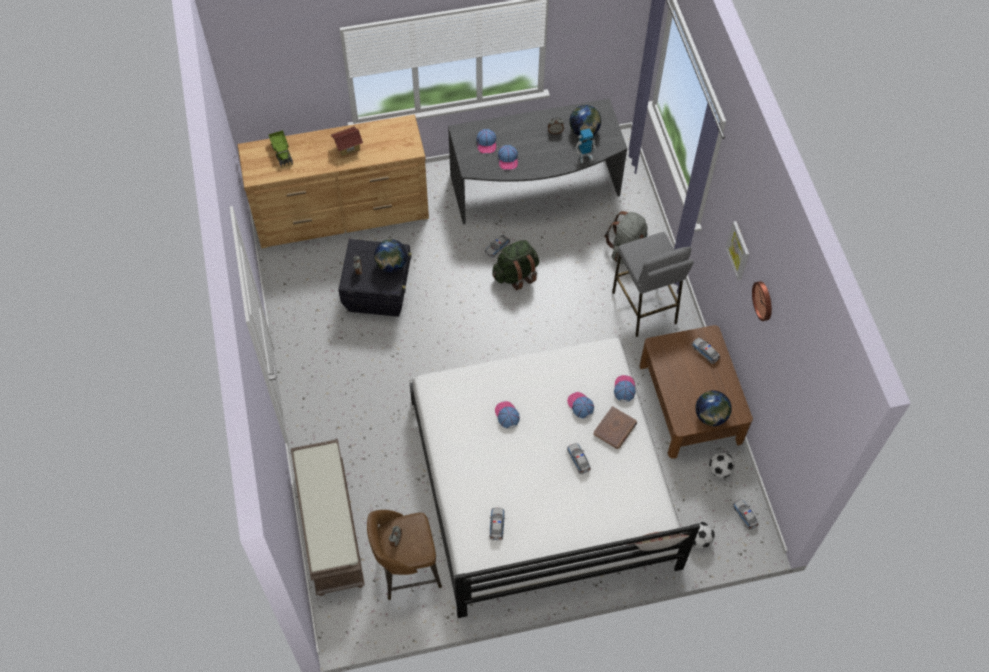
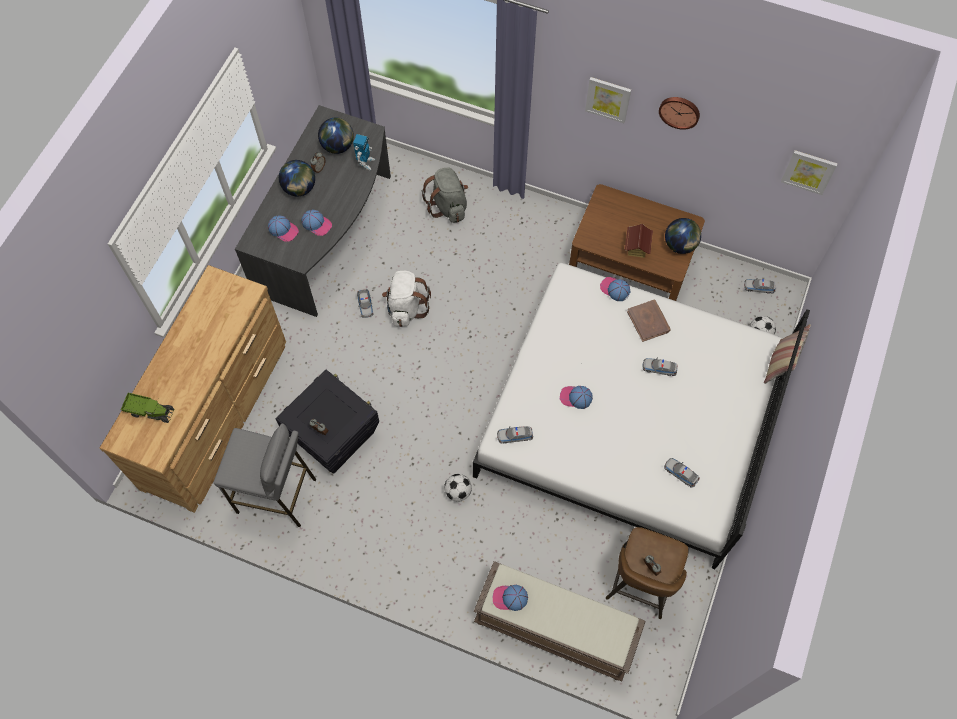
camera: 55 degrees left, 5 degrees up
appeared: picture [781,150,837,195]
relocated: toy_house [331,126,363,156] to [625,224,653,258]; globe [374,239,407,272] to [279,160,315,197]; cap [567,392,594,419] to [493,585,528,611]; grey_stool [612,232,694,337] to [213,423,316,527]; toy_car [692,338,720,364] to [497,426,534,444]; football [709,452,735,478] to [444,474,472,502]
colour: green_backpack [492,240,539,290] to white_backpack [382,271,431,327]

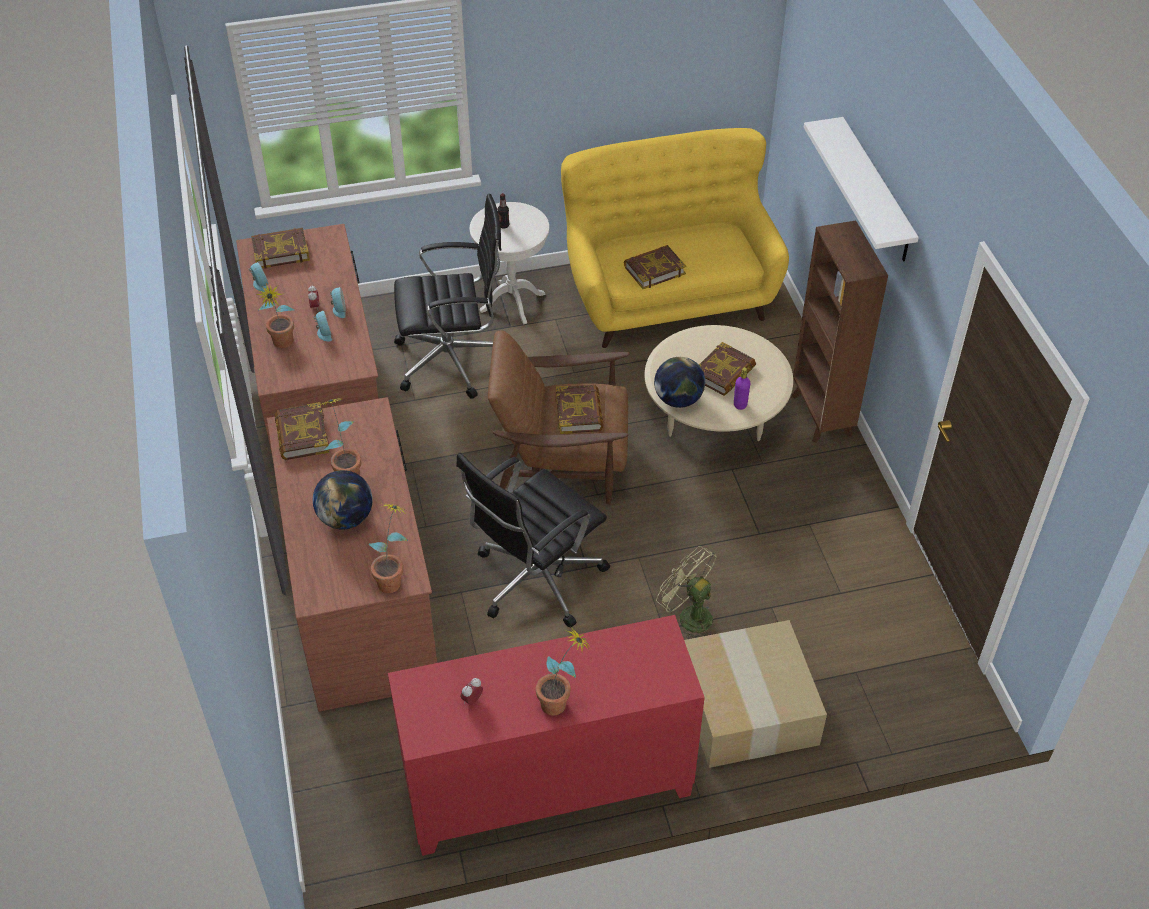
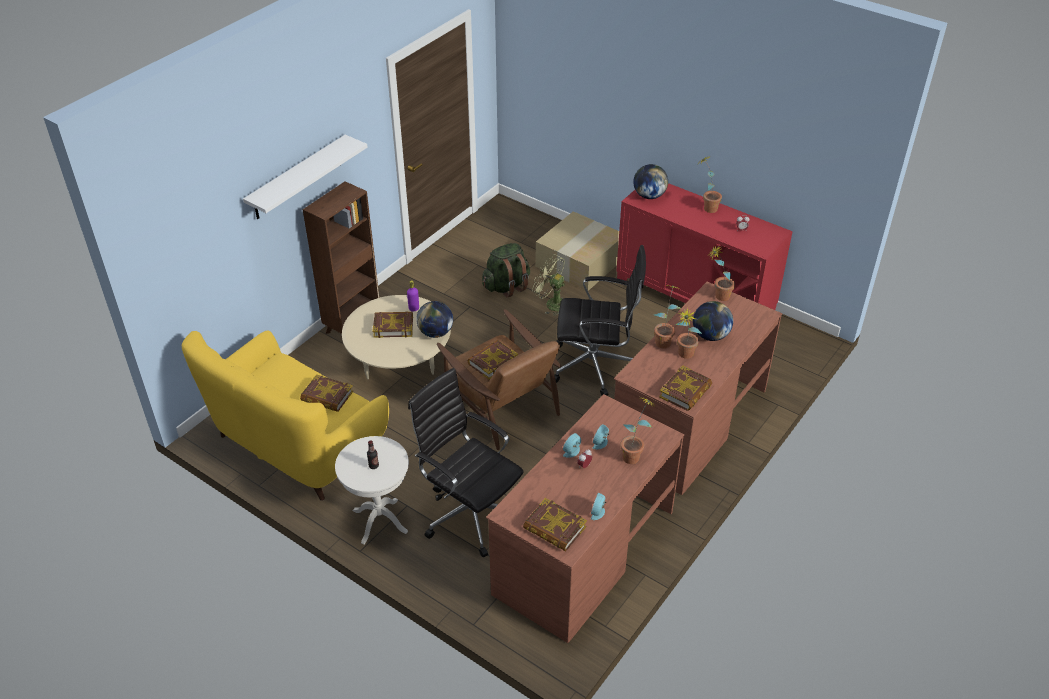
camera: 130 degrees left, 5 degrees down
appeared: green_backpack [482,243,530,298]; globe [633,164,668,199]; potted_plant [654,285,682,349]
spun: green_fan [656,546,717,639] = [532,254,565,316] 120 degrees clockwise

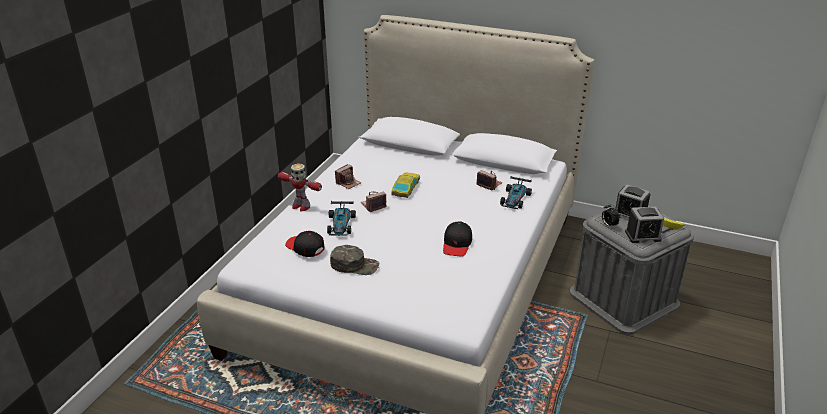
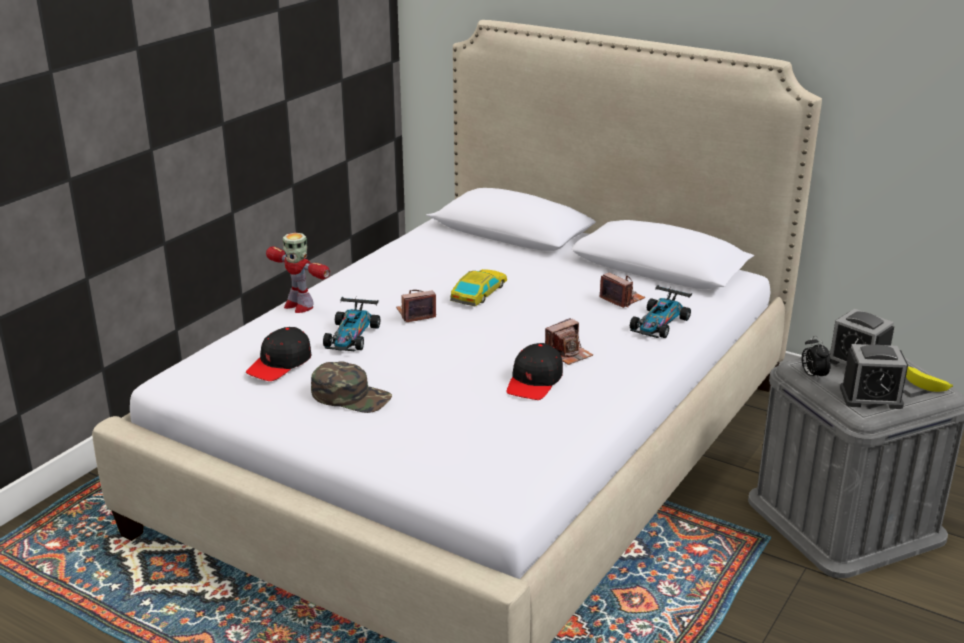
camera: 10 degrees right, 5 degrees down
relocated: photo_camera [335,164,361,189] to [545,318,593,365]
spun: black_cap [285,231,325,257] = [246,327,312,381] 105 degrees counterclockwise

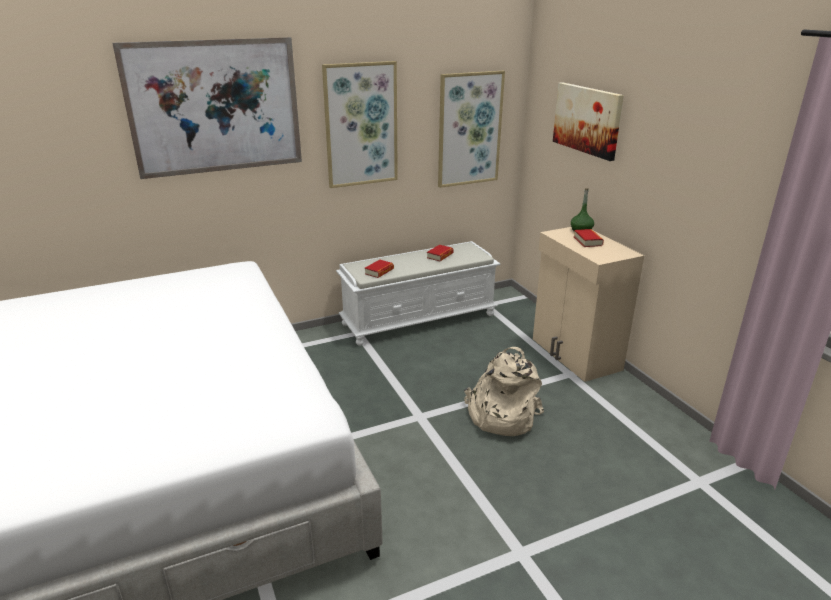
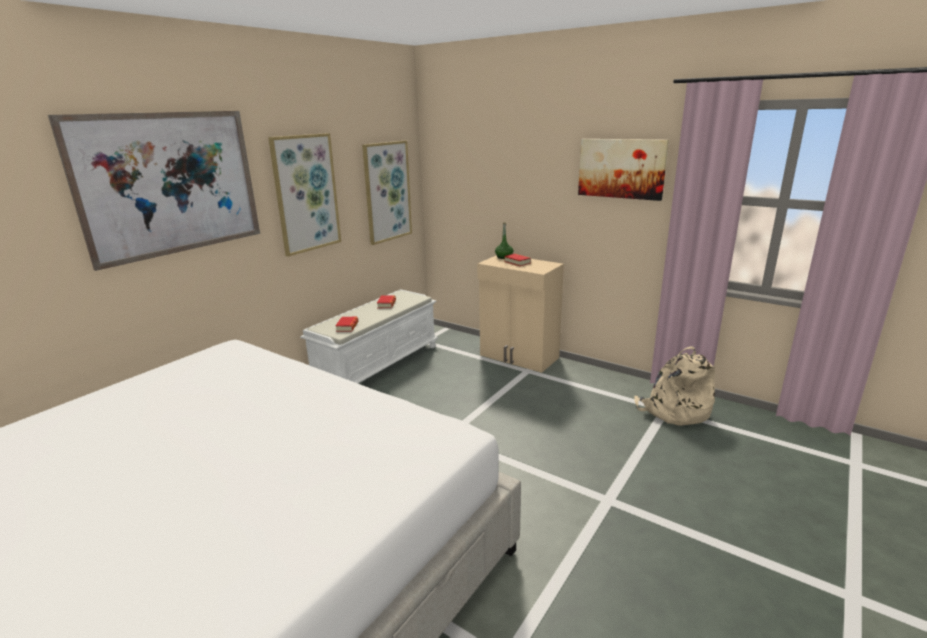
camera: 30 degrees left, 5 degrees down
relocated: beige_backpack [464,347,544,436] to [634,346,715,426]; picture [553,82,624,161] to [578,139,669,201]

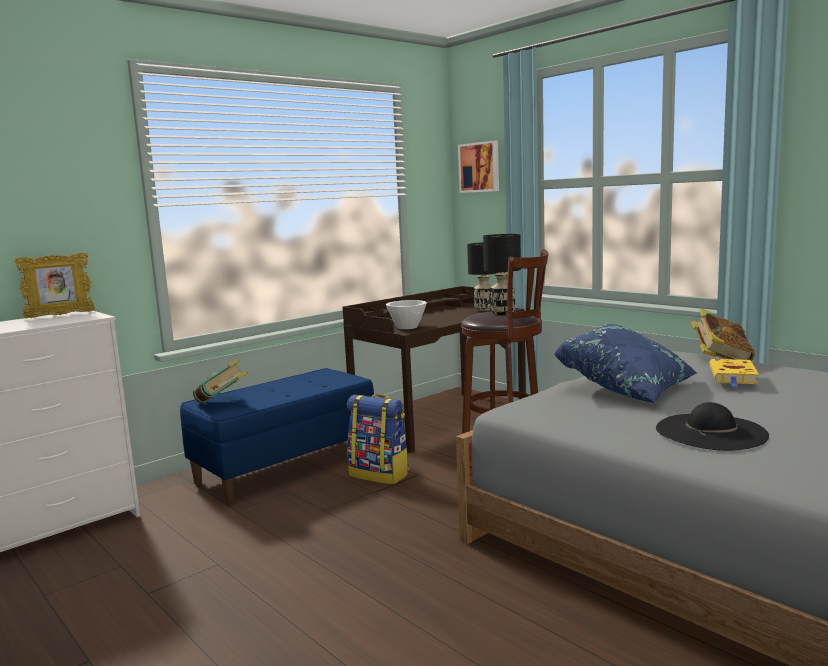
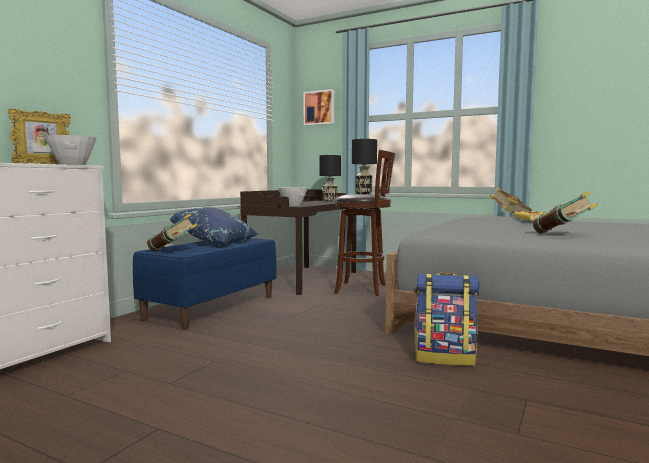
camera: 20 degrees left, 5 degrees down
appeared: white_bowl [45,135,97,165]
relocated: backpack [347,394,409,485] to [414,273,480,366]; blue_pillow [554,324,697,403] to [169,207,259,245]
exchanged: black_hat [656,402,769,451] to book [532,191,598,233]

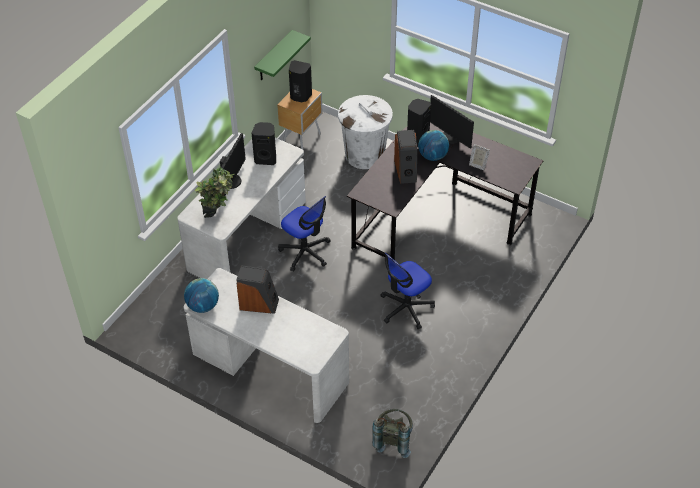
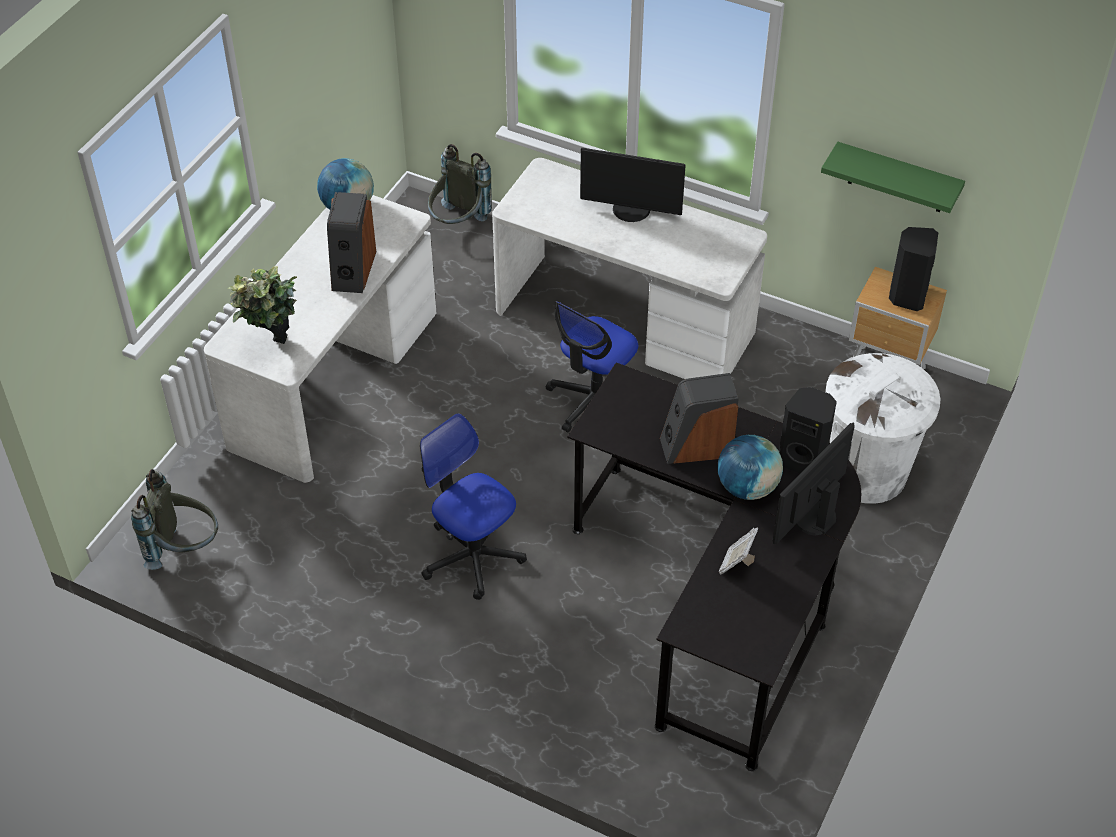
camera: 85 degrees right, 0 degrees up
missing: black_speaker [252,122,276,165]
appeared: grey_backpack [428,144,492,224]
relocated: potted_plant [195,167,234,218] to [227,266,297,344]

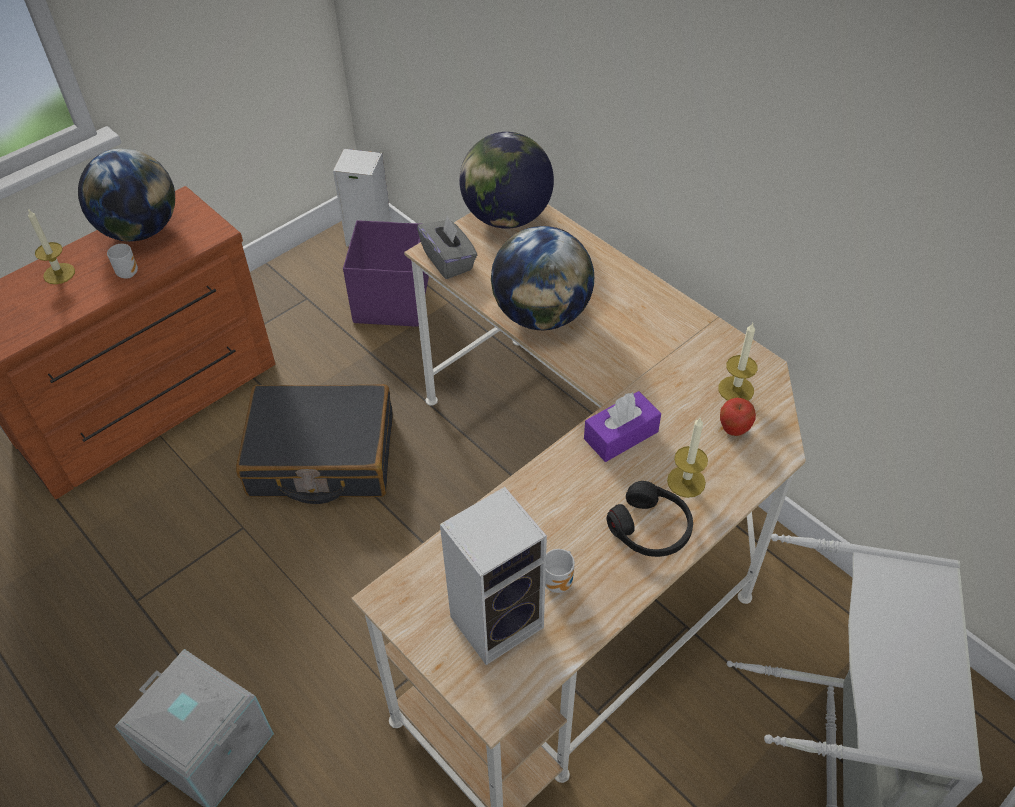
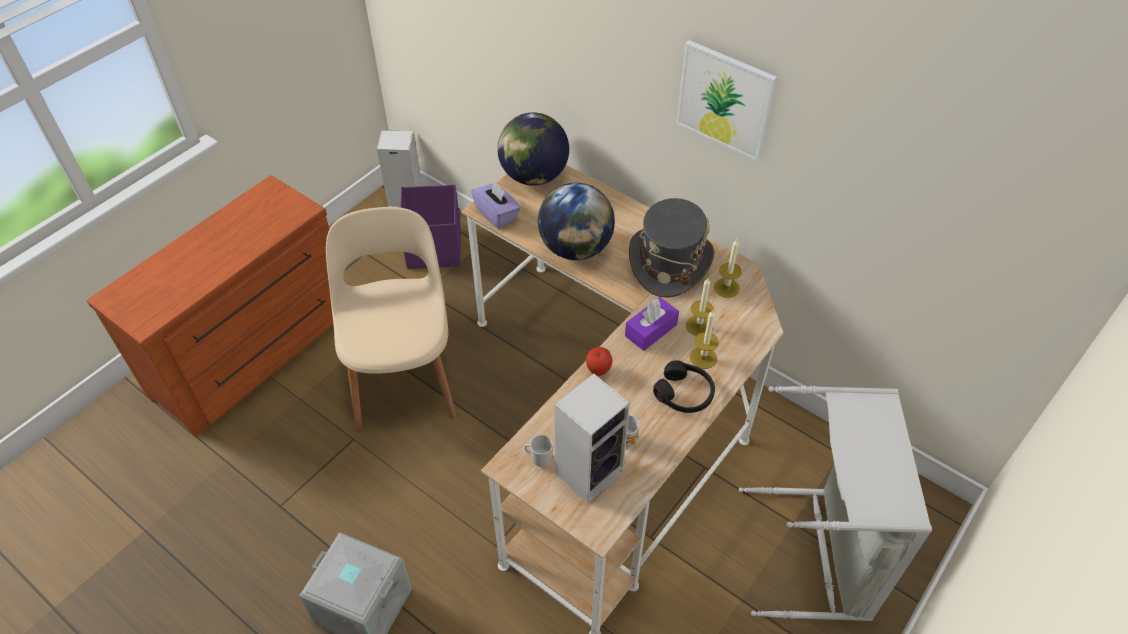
camera: 10 degrees left, 0 degrees up
missing: globe [78,148,175,241]
appeared: grey_hat [629,198,714,298]; picture [676,40,777,161]
relocated: candle [28,209,75,284] to [686,278,714,336]; mug [107,244,138,279] to [524,435,553,467]; apple [720,398,756,436] to [586,347,612,376]
exchanged: black_suitcase [236,384,393,504] to beige_chair [326,207,457,431]
colour: grey_tissue_box [417,216,477,279] to purple_tissue_box [471,181,521,229]

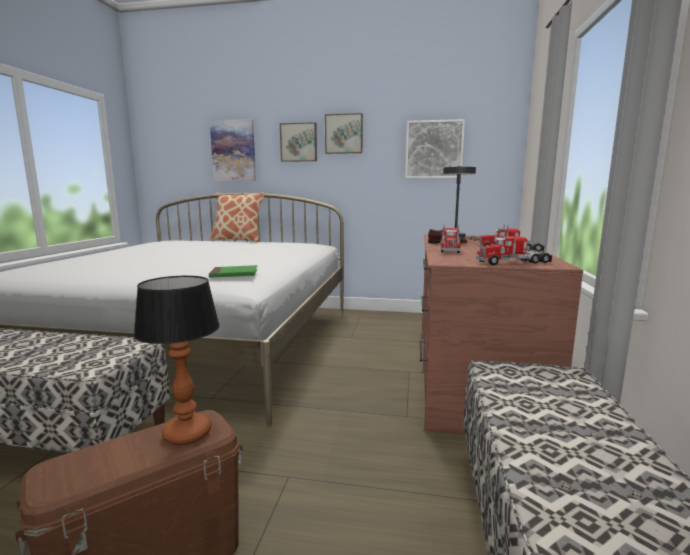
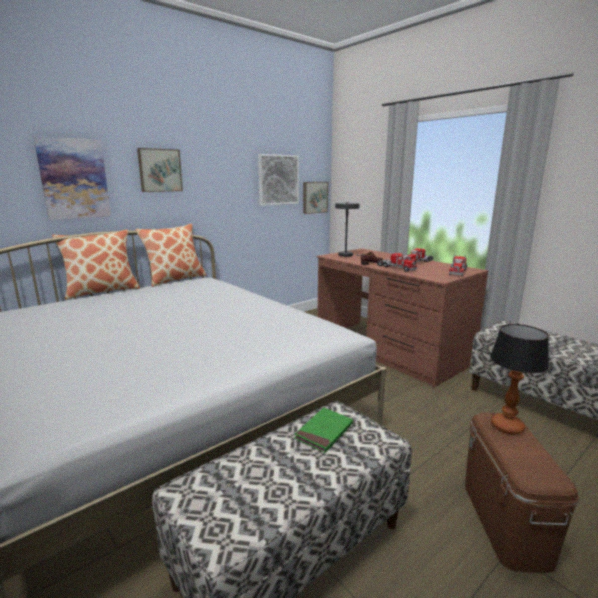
camera: 50 degrees left, 5 degrees up
appeared: pillow [136,223,207,287]
relocated: green_book [209,265,258,278] to [294,408,353,453]; picture [325,113,363,154] to [303,182,328,214]

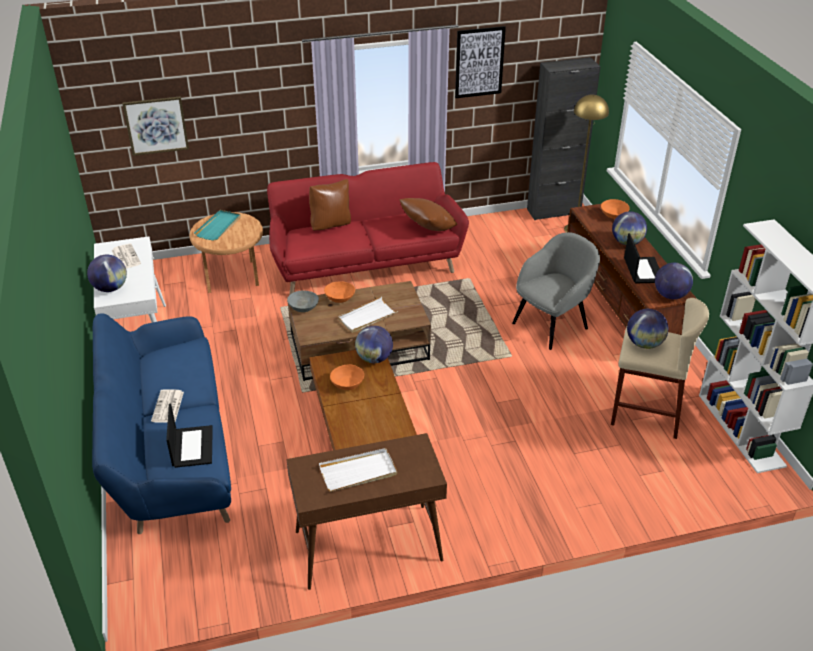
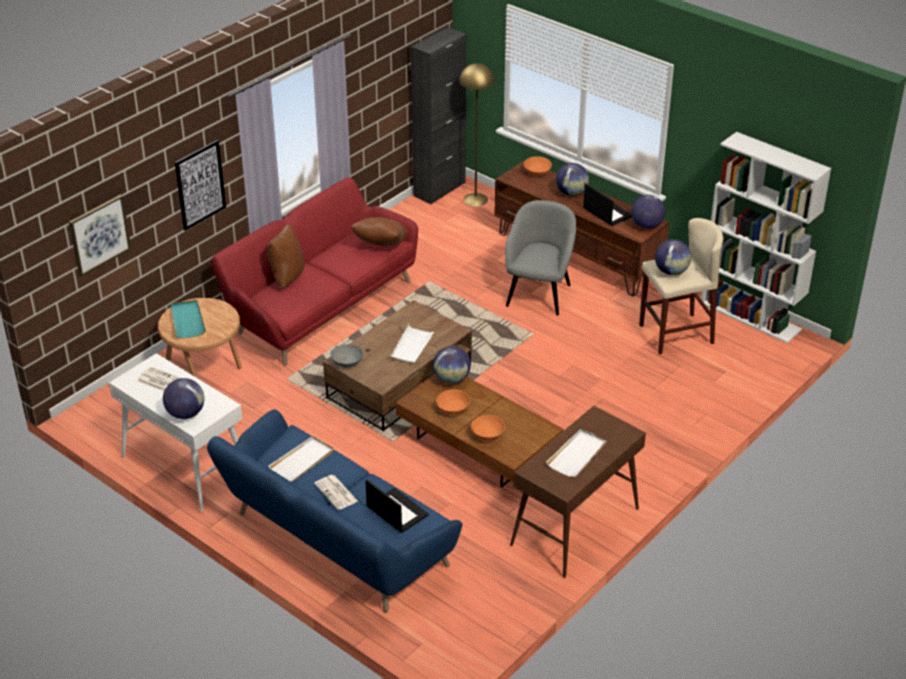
camera: 35 degrees left, 0 degrees up
appeared: white_tray [268,436,334,482]
relocated: orange_bowl [324,281,355,303] to [471,415,505,441]; picture [455,26,506,98] to [175,140,226,231]

